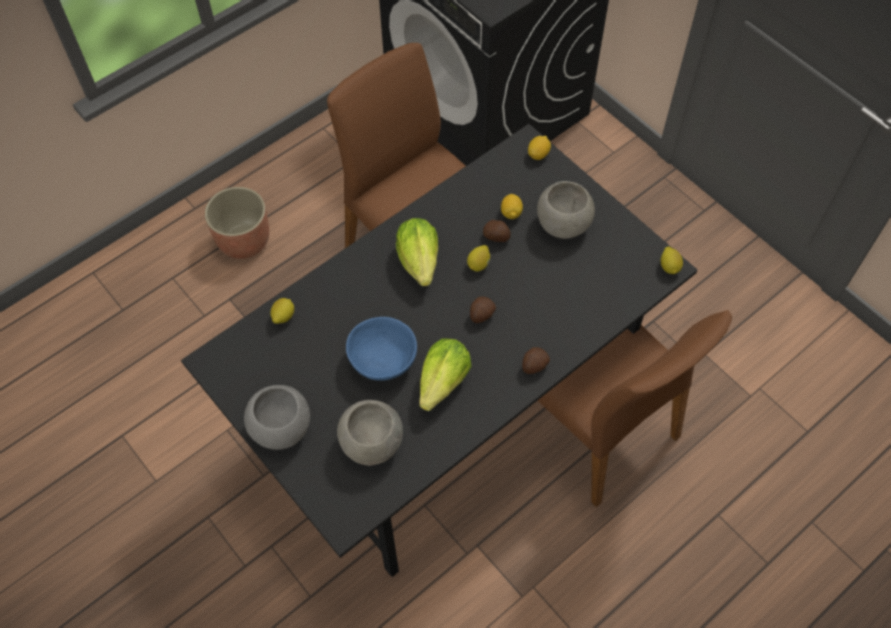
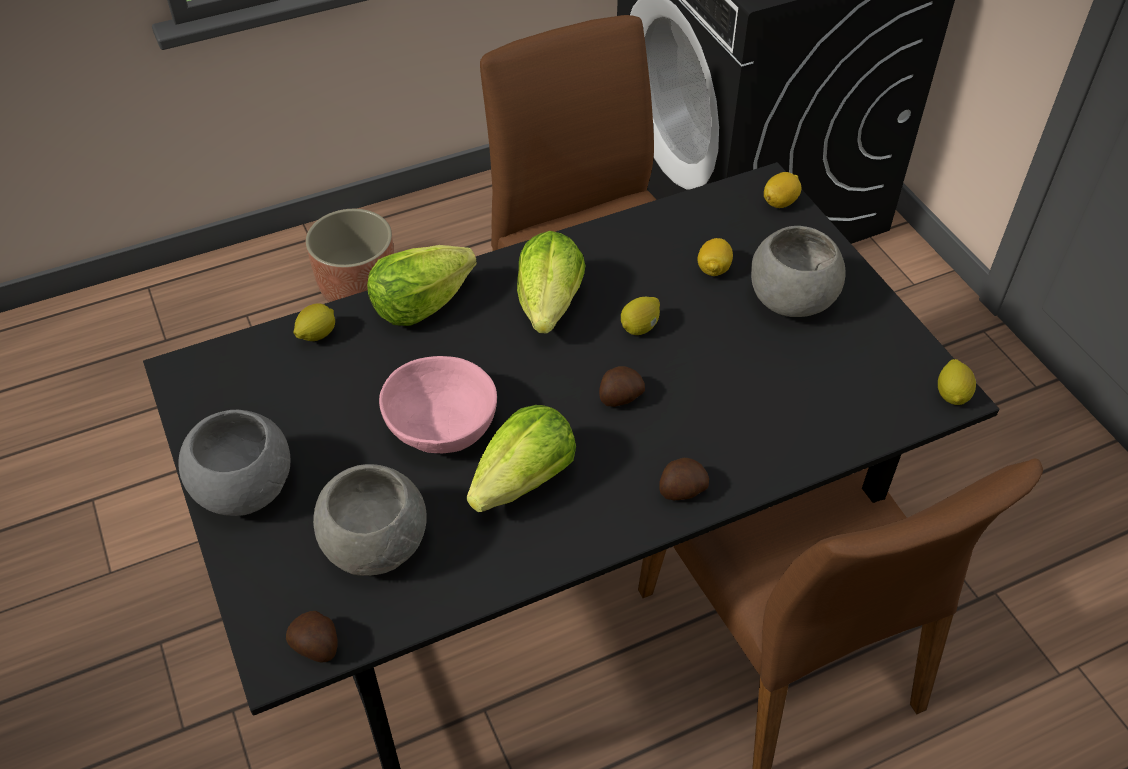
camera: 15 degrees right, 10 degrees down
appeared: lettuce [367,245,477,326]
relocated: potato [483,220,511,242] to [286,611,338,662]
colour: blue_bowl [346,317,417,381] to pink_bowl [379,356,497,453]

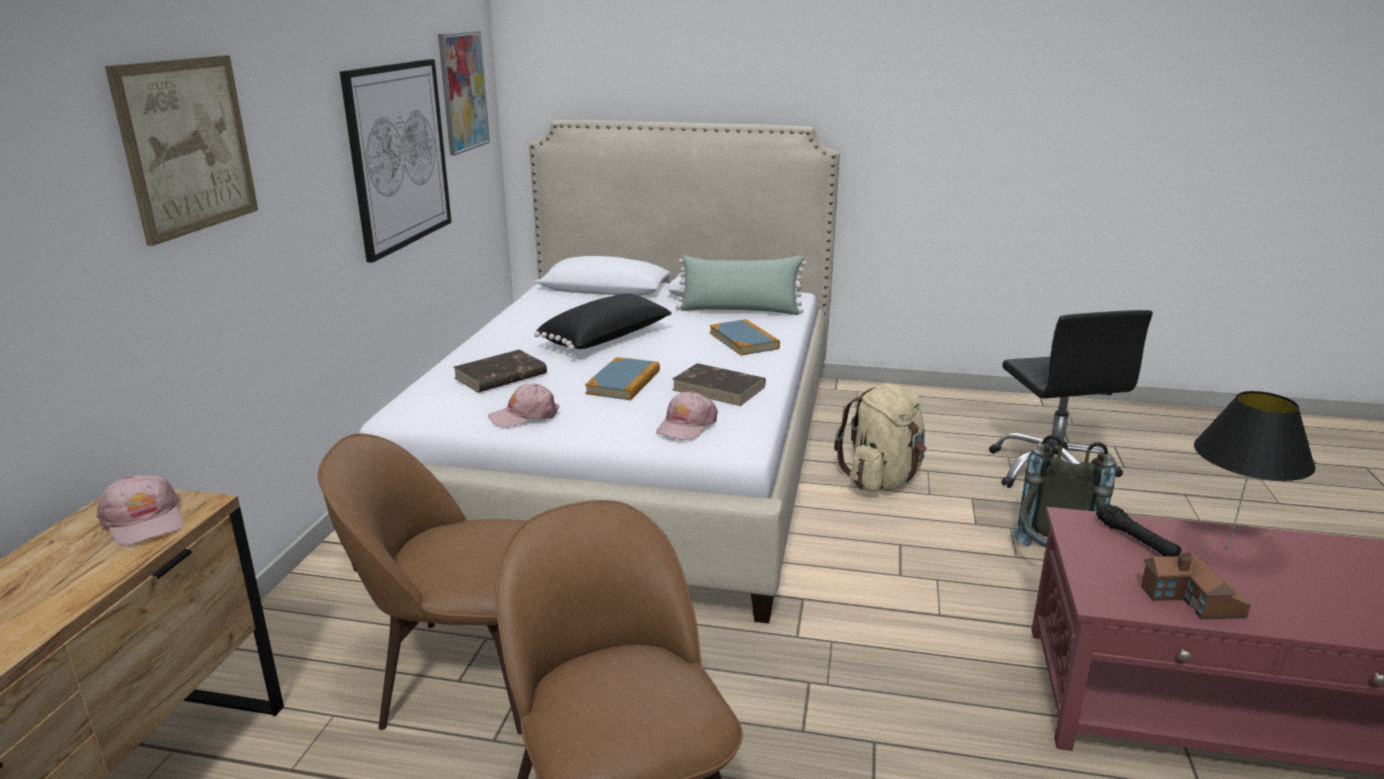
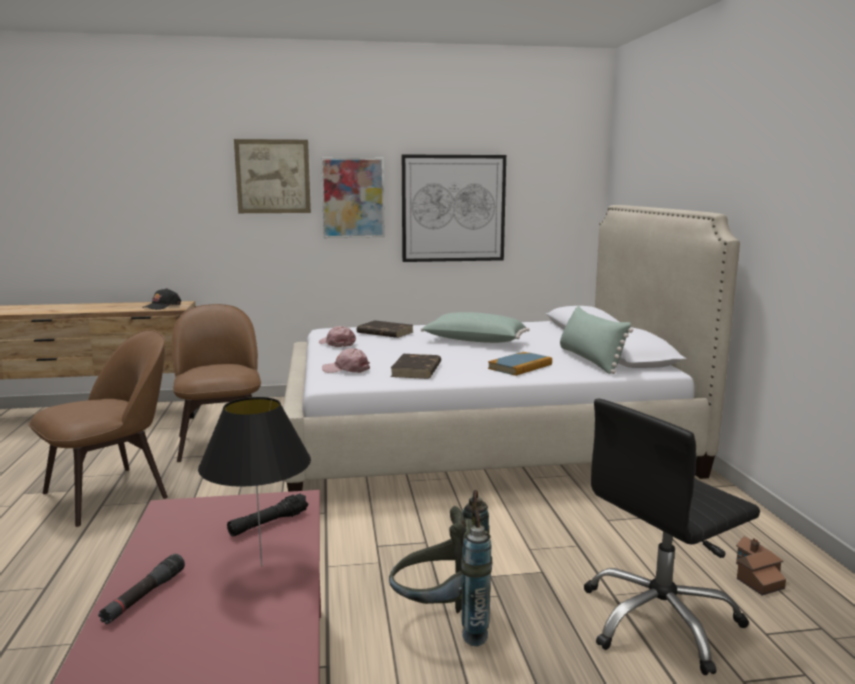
camera: 70 degrees right, 10 degrees down
missing: book [585,357,660,400]; beige_backpack [834,384,927,492]
appeared: black_flashlight [98,554,185,624]
relocated: picture [438,31,490,155] to [321,157,385,238]; toy_house [1141,552,1251,620] to [736,536,786,596]
colour: pink_cap [96,475,184,547] to black_cap [142,288,181,310]; black_pillow [534,294,672,351] to green_pillow [421,312,530,343]

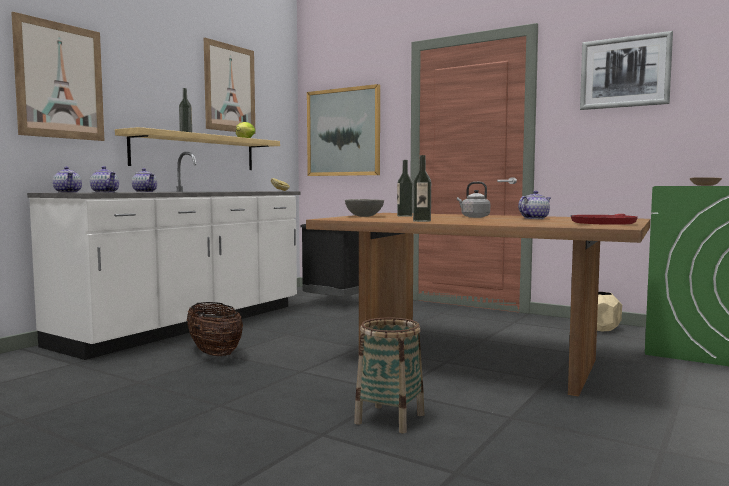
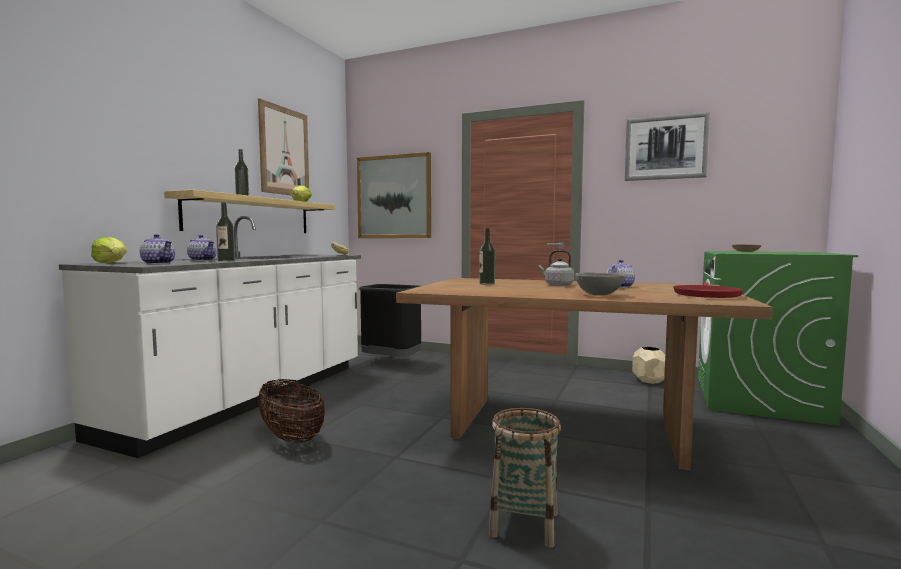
camera: 10 degrees left, 0 degrees up
missing: picture [11,12,104,141]
relocated: grey_bowl [345,199,384,217] to [575,272,625,295]; bottle [413,155,431,222] to [216,202,235,262]
exchanged: teapot [53,167,82,193] to lettuce [91,237,127,263]

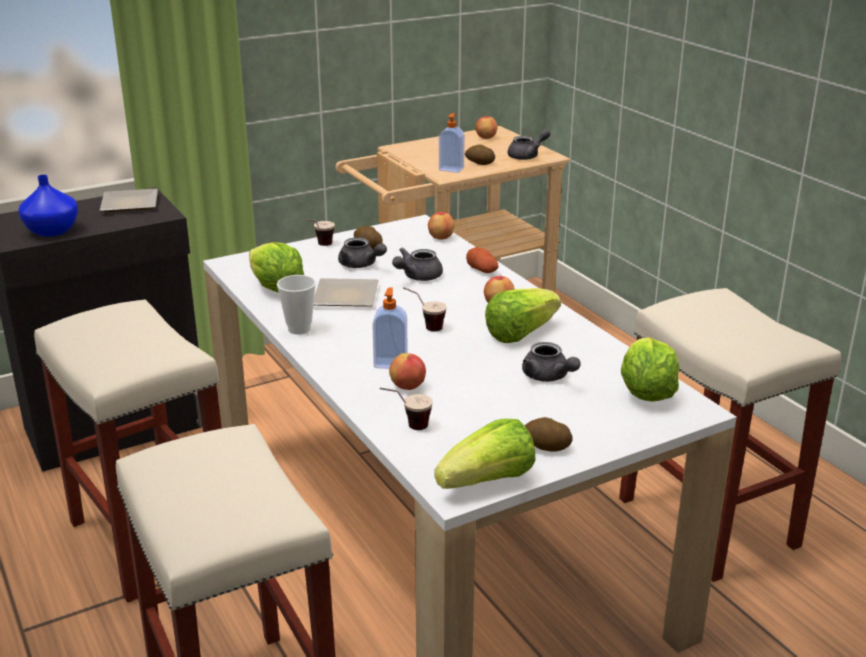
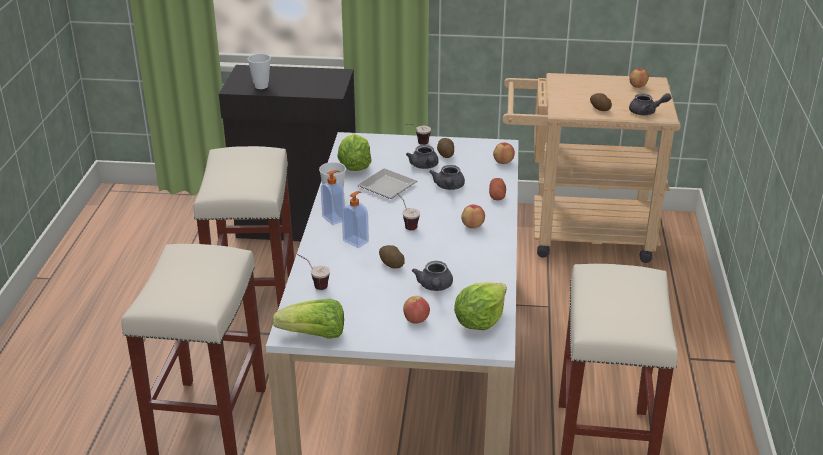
camera: 35 degrees right, 5 degrees up
missing: plate [100,189,158,212]; lettuce [485,288,561,343]
relocated: apple [389,353,426,390] to [403,296,430,324]; soap_dispenser [439,113,465,173] to [321,170,345,225]; potato [524,417,573,451] to [379,245,405,269]
exchanged: blue_vase [19,175,78,237] to cup [248,54,271,89]
spun: grey_teapot [392,248,443,281] = [429,165,465,190] 75 degrees counterclockwise

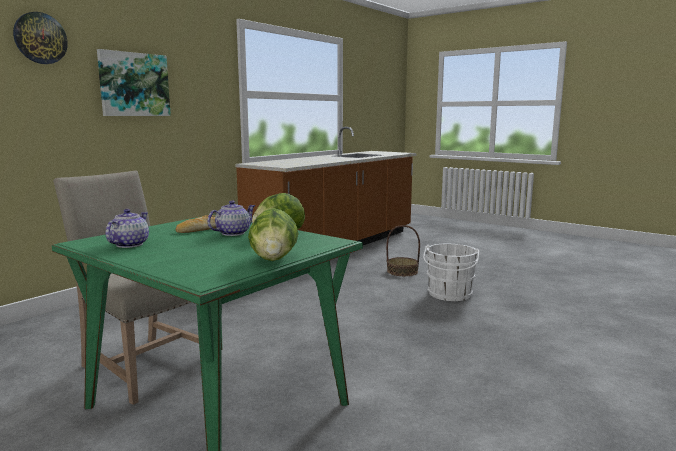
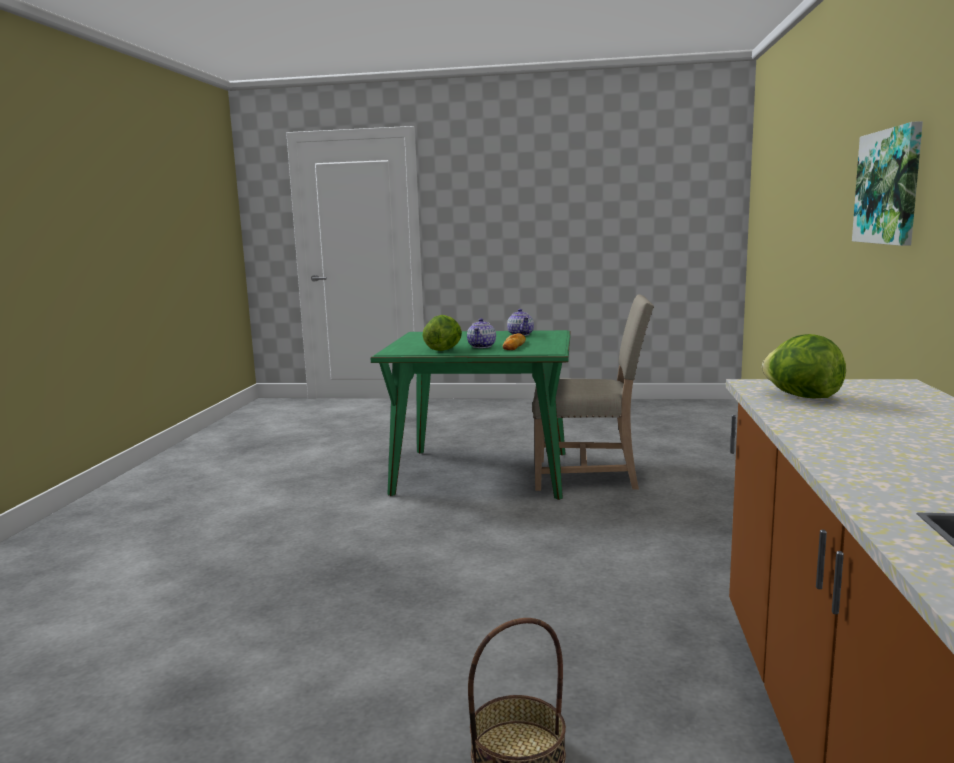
camera: 150 degrees right, 0 degrees up
missing: wall_clock [13,12,68,64]; white_bucket [423,244,479,301]
relocated: lettuce [248,208,299,261] to [762,334,846,398]

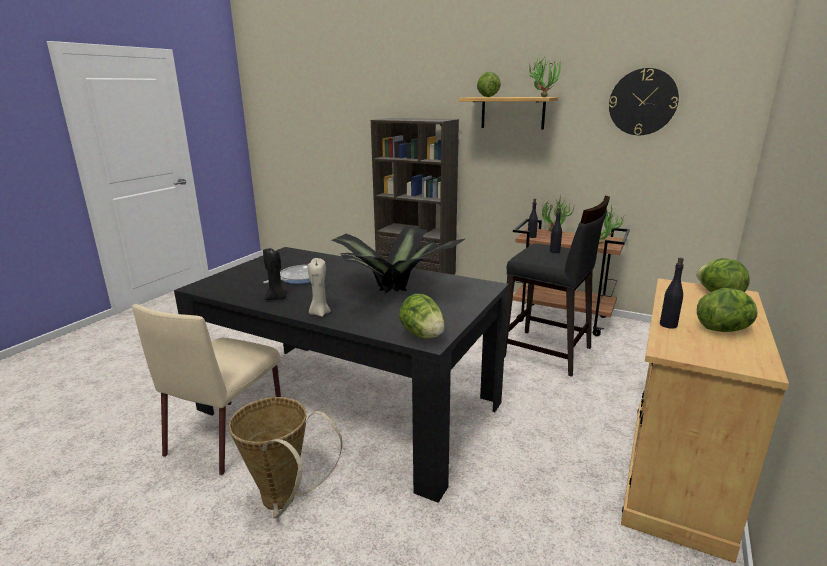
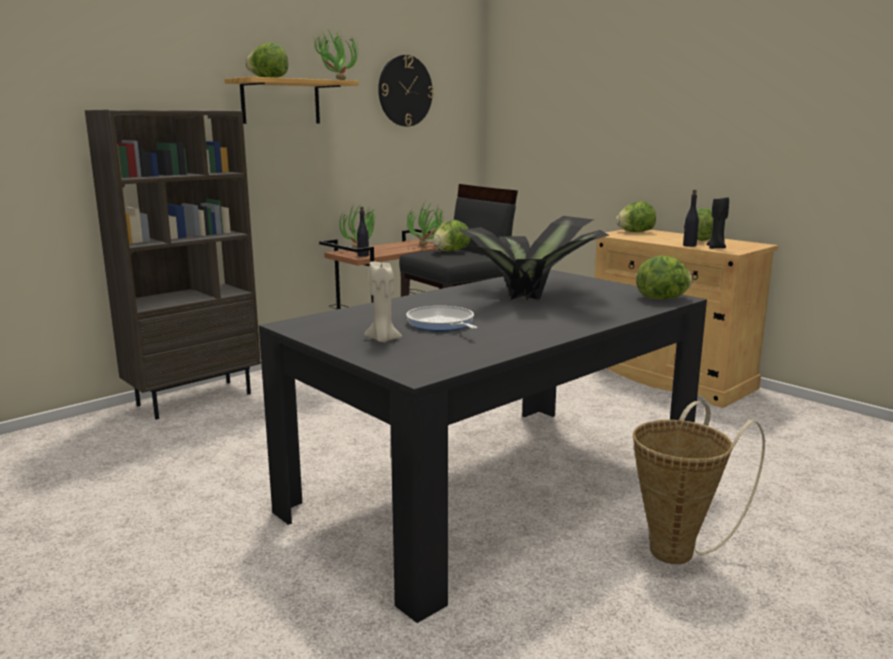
camera: 70 degrees left, 5 degrees down
missing: beige_chair [132,304,281,475]
relocated: black_candle [263,248,287,300] to [706,196,729,249]; beige_candle [308,258,331,317] to [364,260,402,342]
exchanged: black_bottle [550,208,562,253] to lettuce [433,220,471,252]

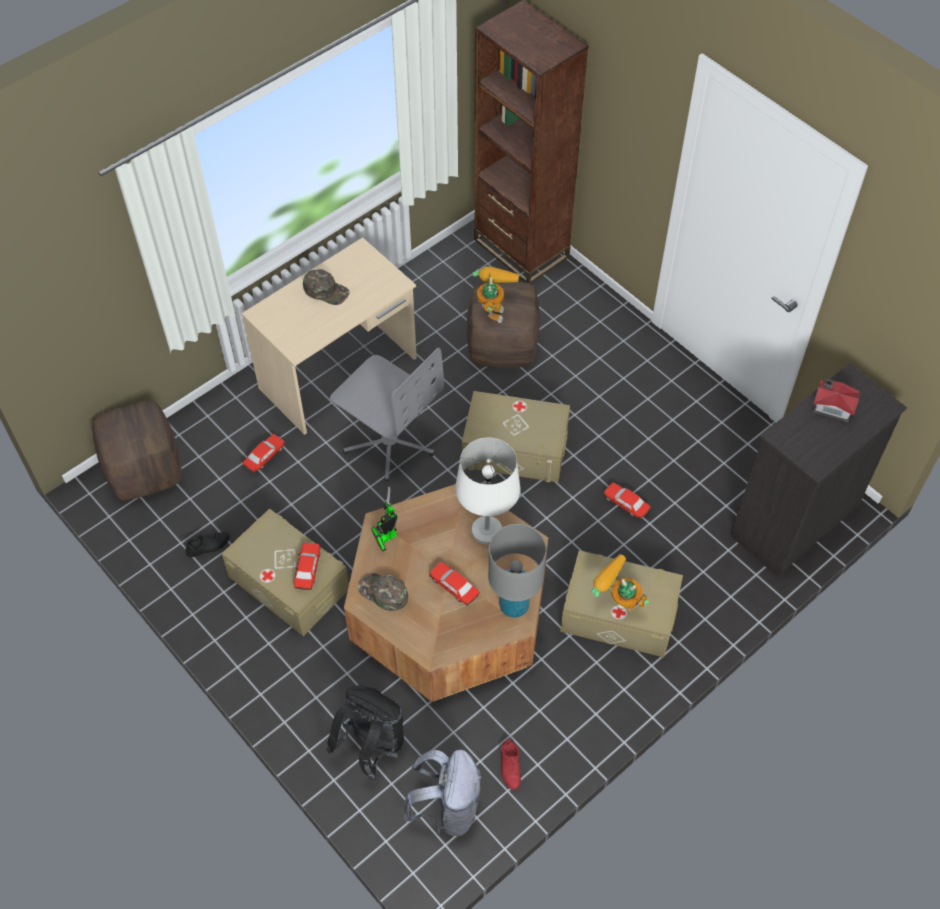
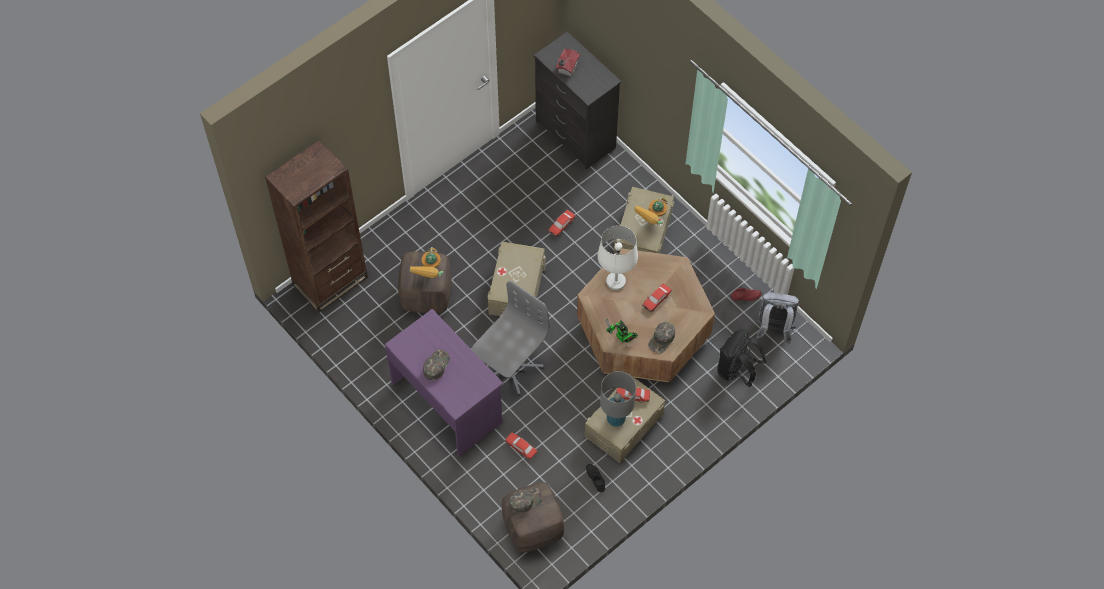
camera: 90 degrees left, 5 degrees up
appeared: green_cap [509,488,543,513]
relocated: grey_table_lamp [488,524,546,618] to [600,371,636,427]
colour: beige_desk [242,237,417,435] to purple_desk [384,309,503,457]
spun: toy_robot [472,266,519,323] = [410,247,443,278] 90 degrees counterclockwise

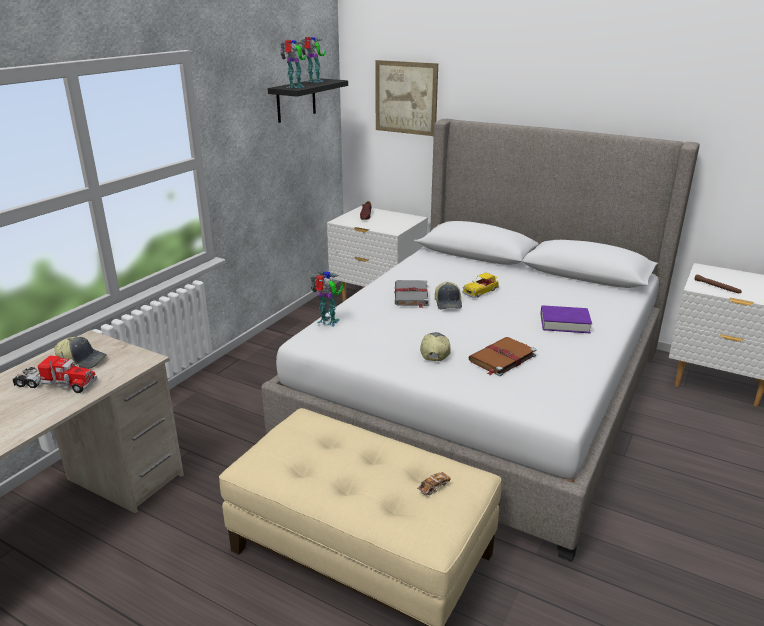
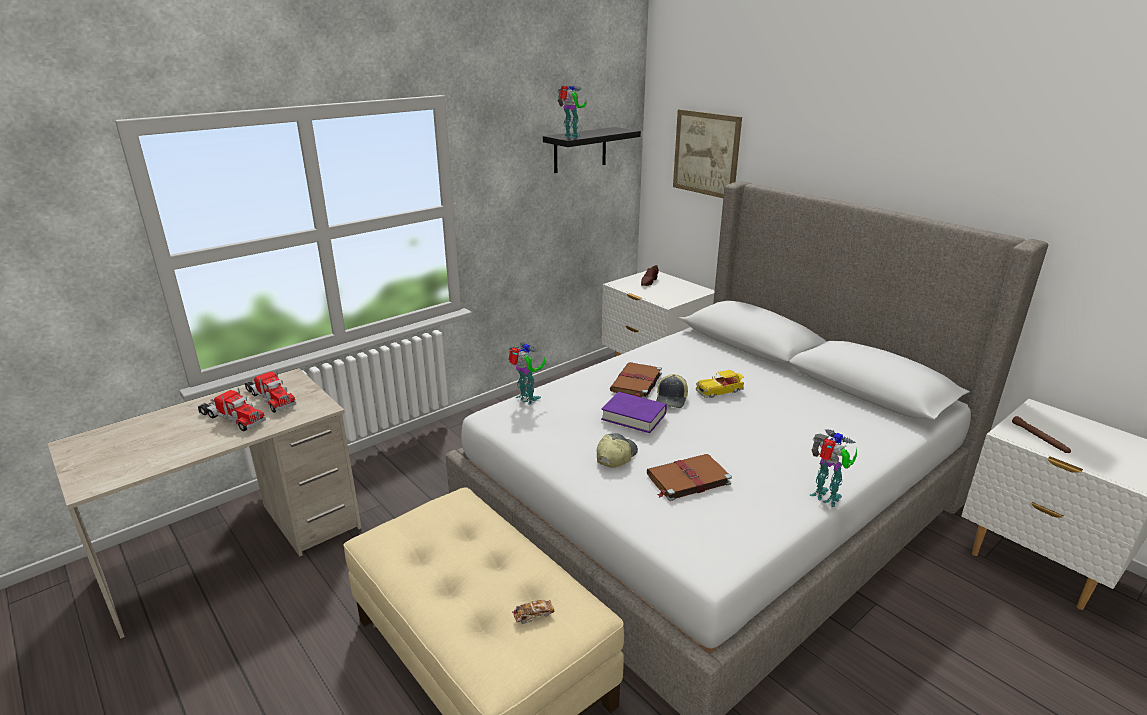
camera: 20 degrees right, 0 degrees up
relocated: toy_robot [301,37,326,83] to [810,429,857,507]; purple_book [541,305,592,333] to [601,392,667,433]
exchanged: cap [54,337,107,369] to toy_truck [245,370,296,413]
colour: grey_book [395,280,429,308] to brown_book [610,362,662,399]

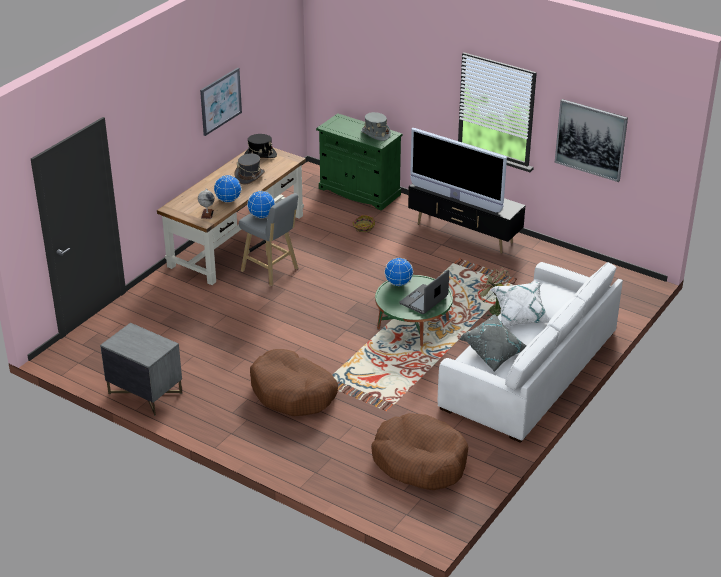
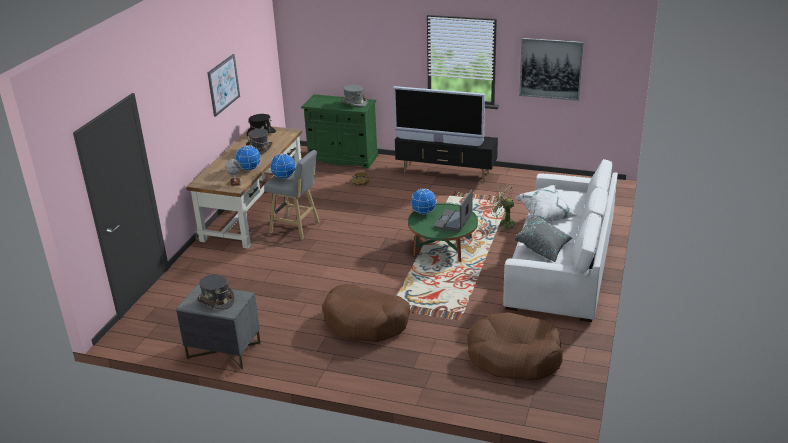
camera: 15 degrees left, 5 degrees down
appeared: grey_hat [197,274,235,309]

